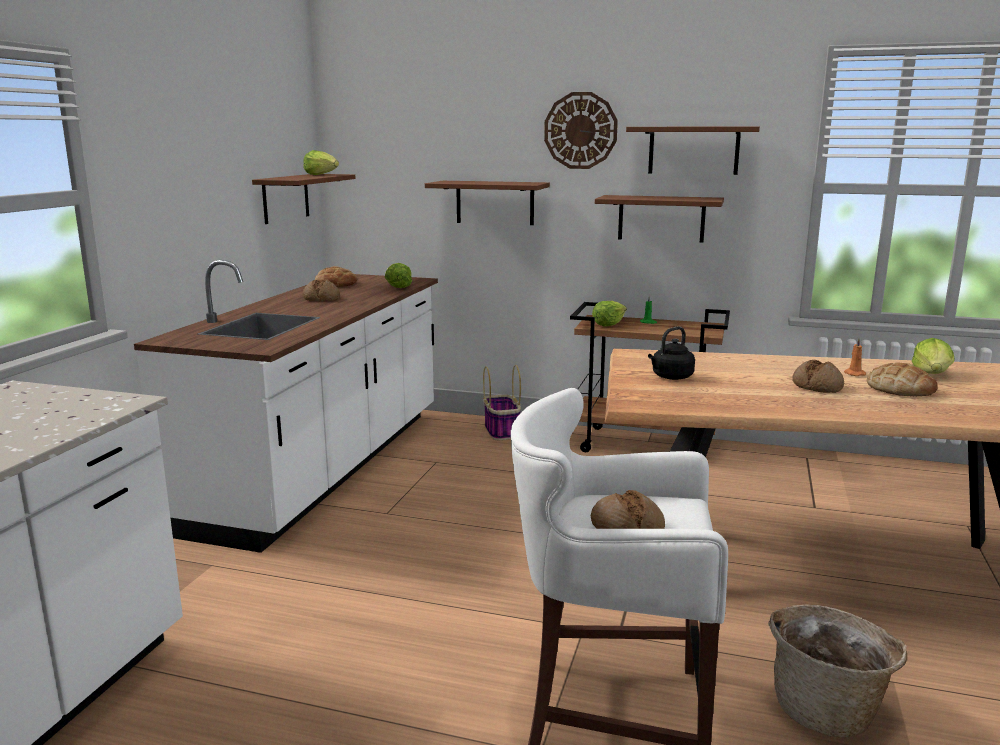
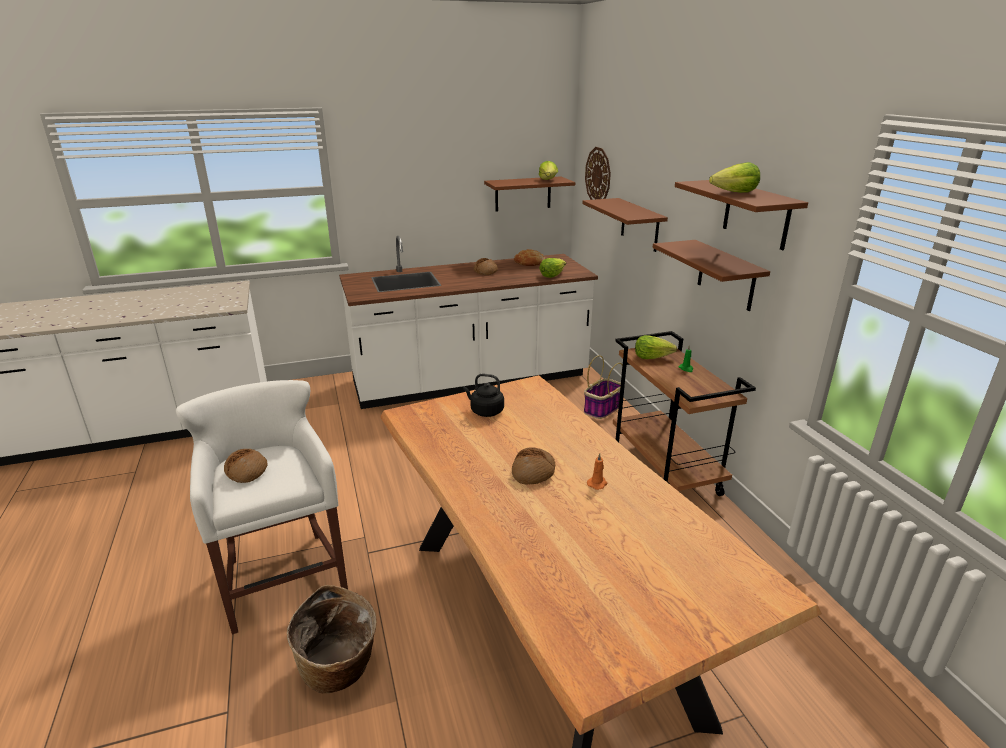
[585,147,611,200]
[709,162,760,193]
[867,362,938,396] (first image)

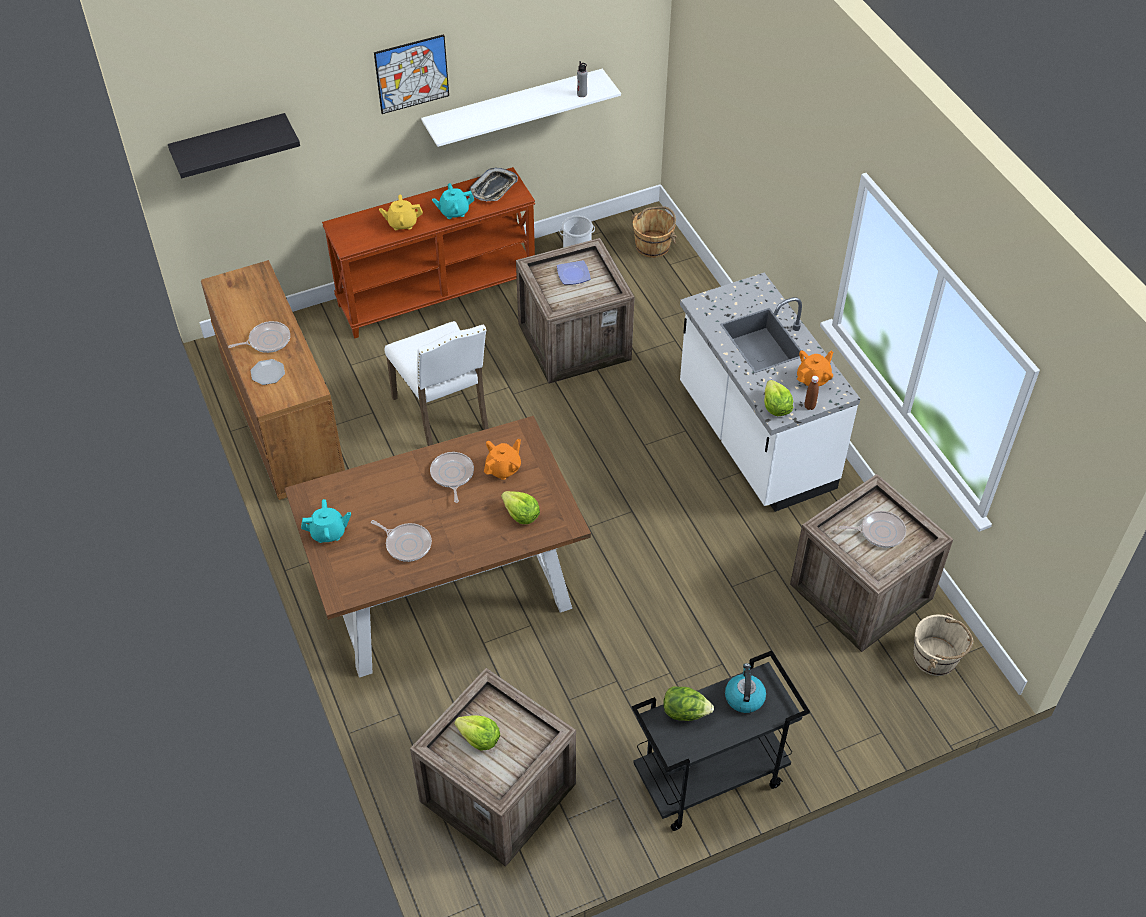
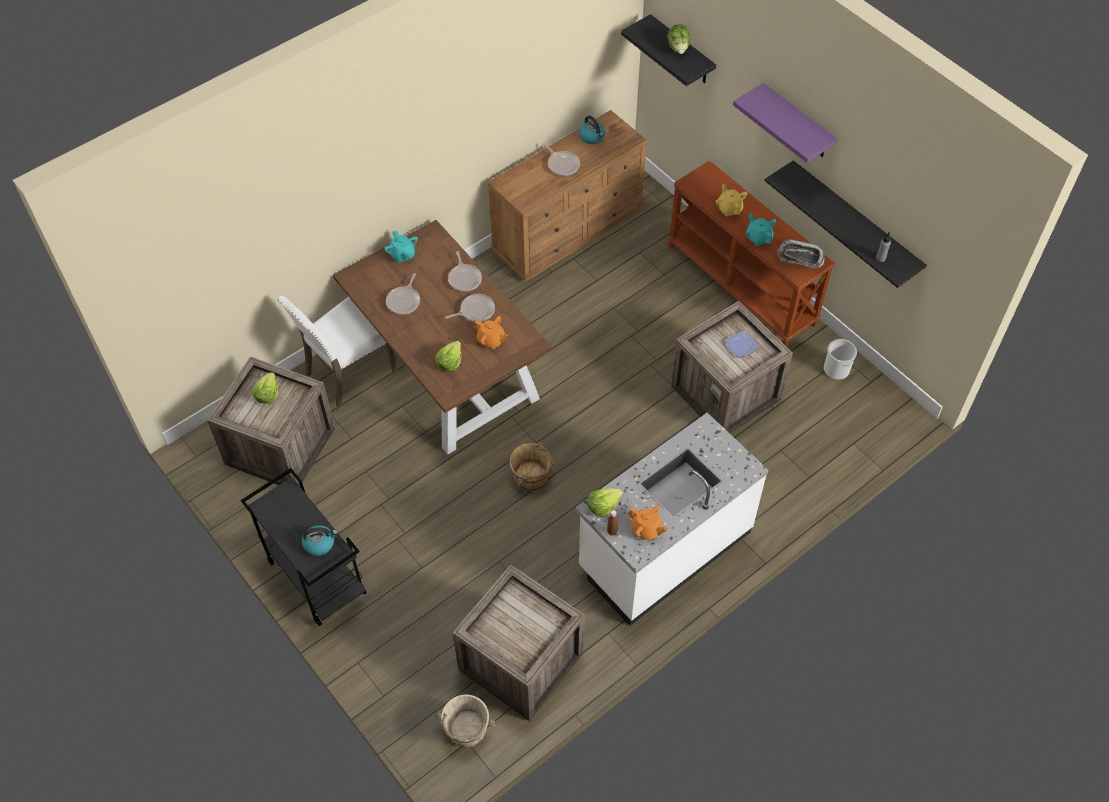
[277,296,397,407]
[448,251,482,292]
[510,442,554,491]
[579,115,605,144]
[667,24,691,54]
[733,83,838,163]
[764,160,927,288]
[251,359,285,385] (first image)

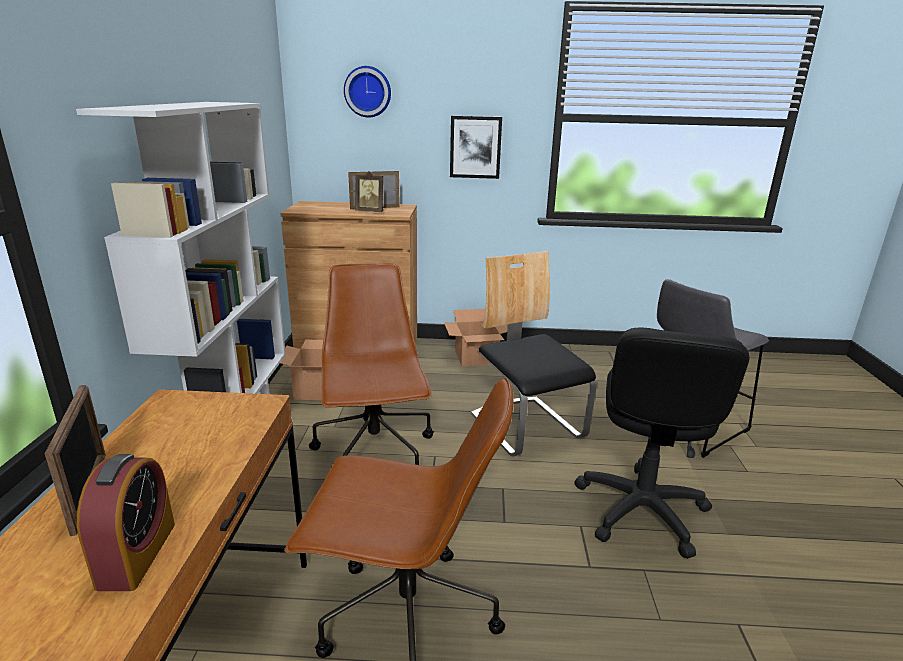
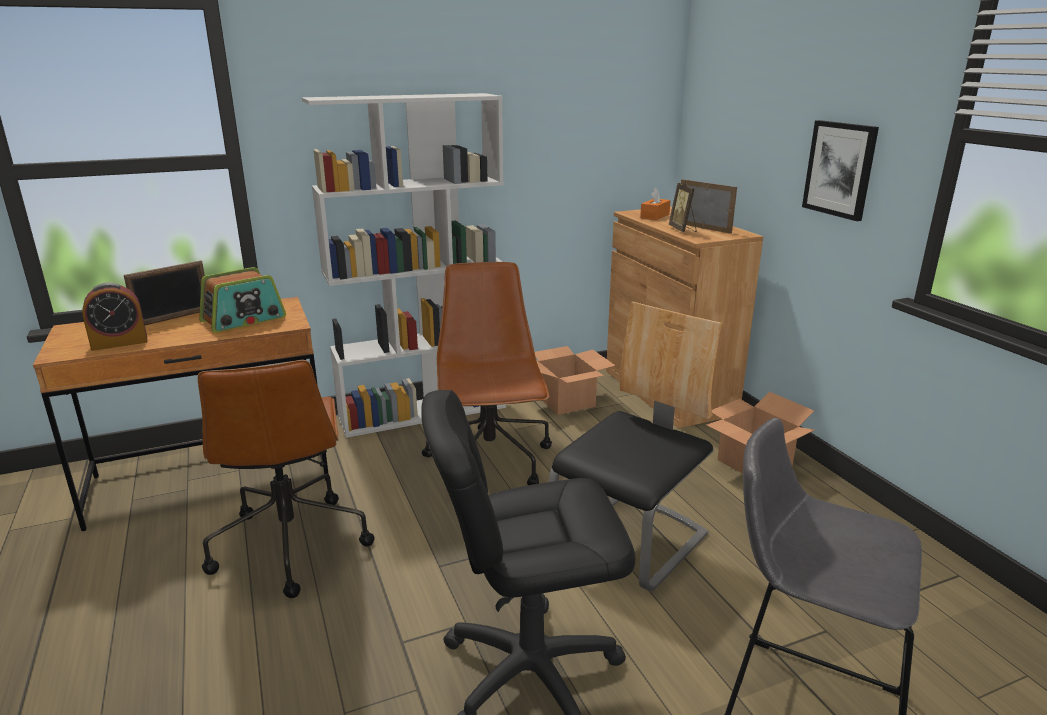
[199,267,286,333]
[422,262,552,485]
[640,188,671,220]
[344,66,391,118] (first image)

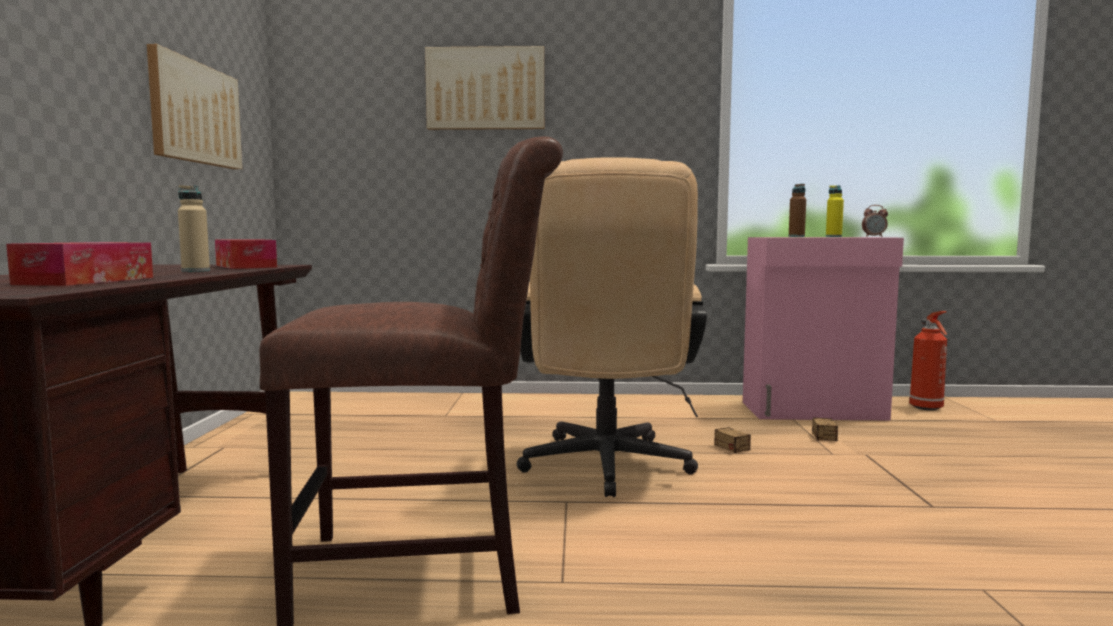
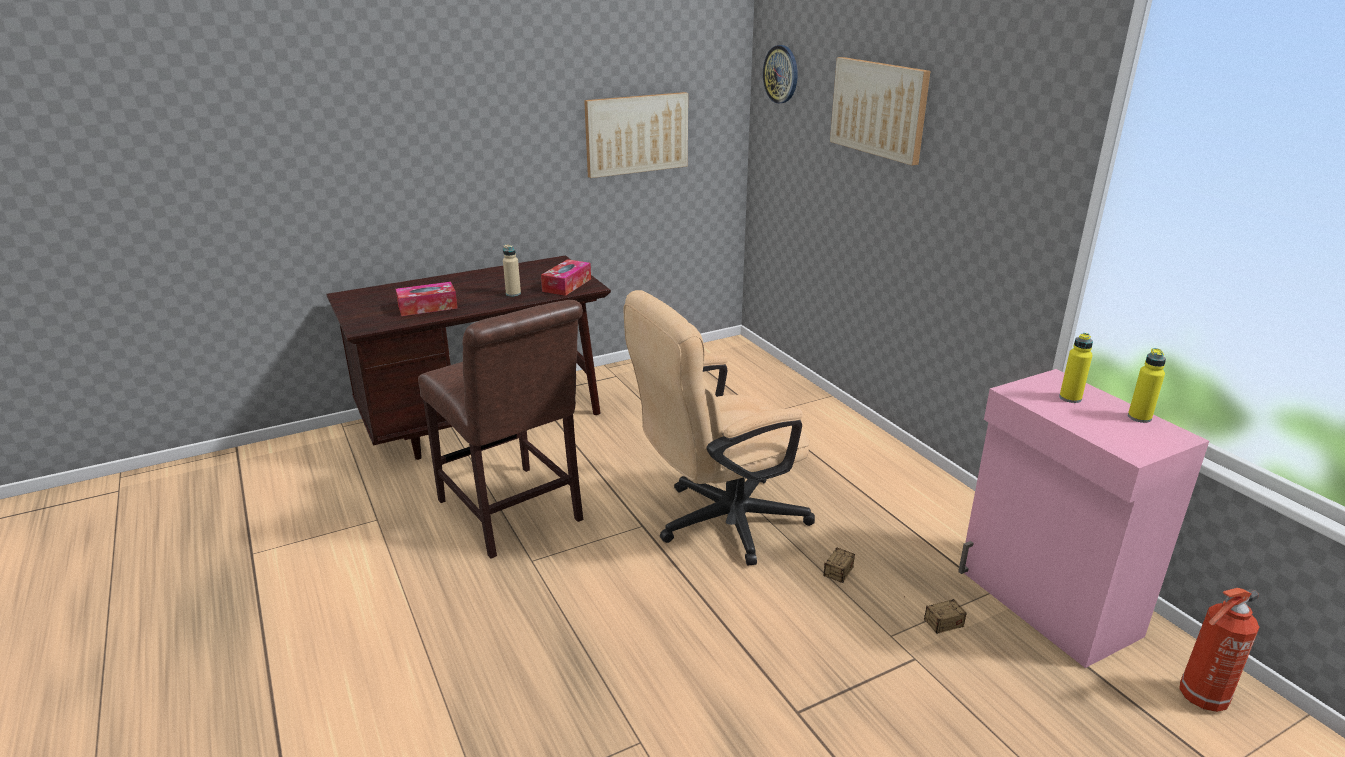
[763,45,798,104]
[1059,333,1093,403]
[862,205,888,237] (first image)

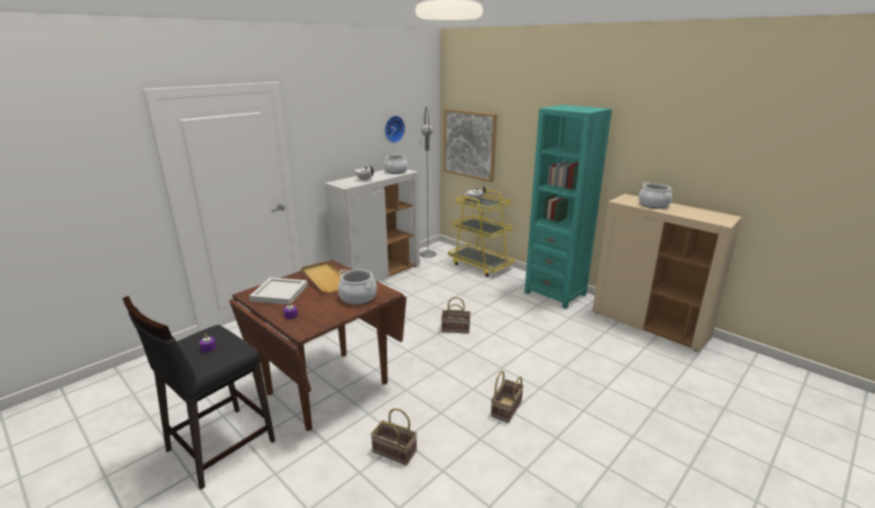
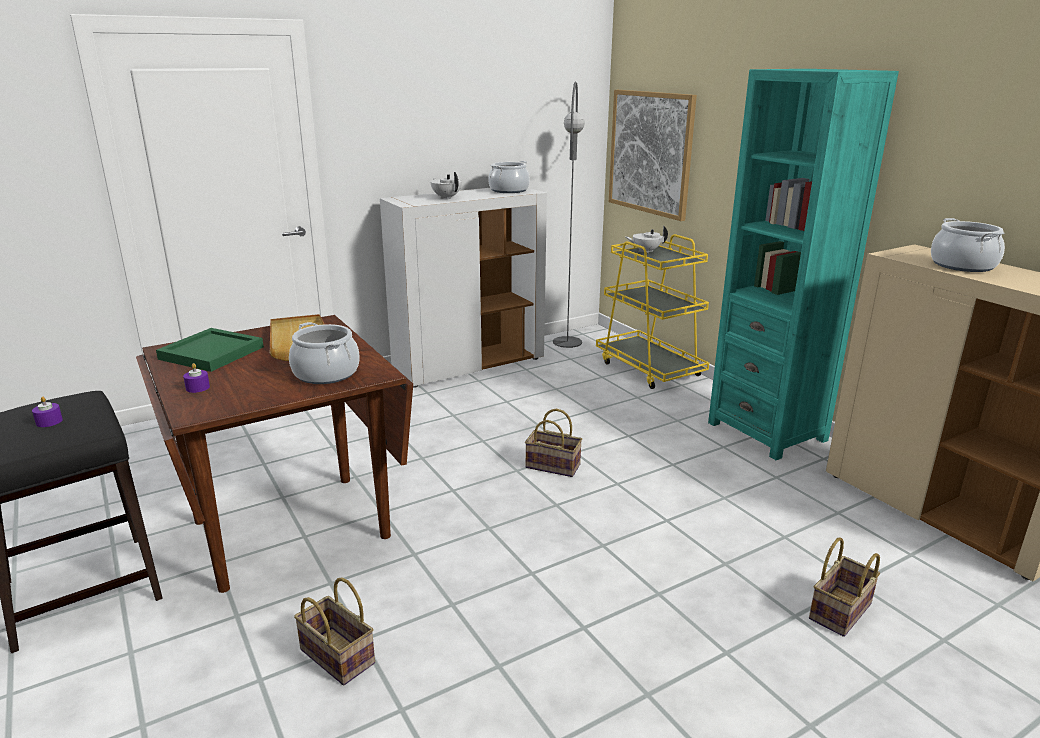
[156,328,264,372]
[809,537,880,637]
[385,116,405,143] (first image)

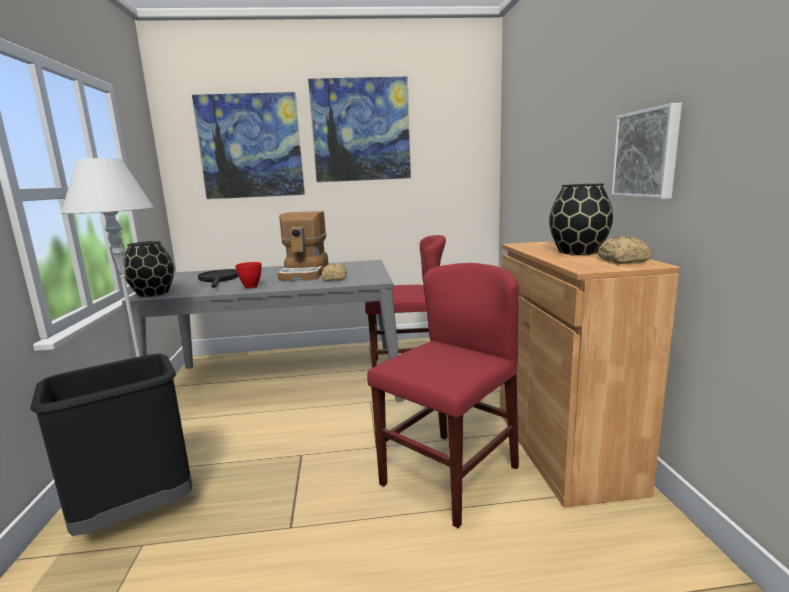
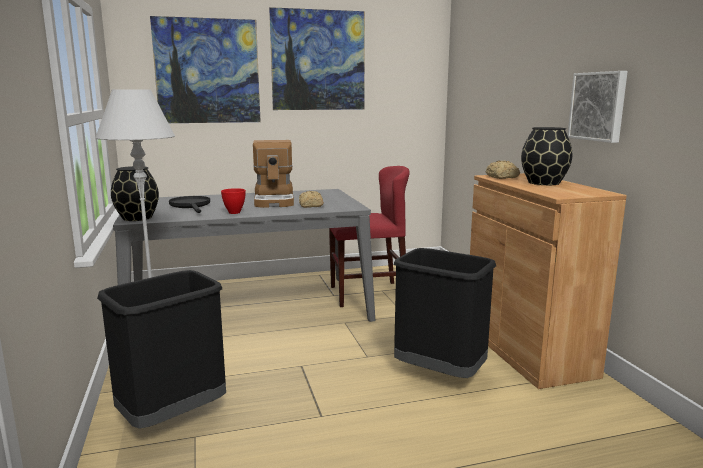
[394,248,496,378]
[486,160,520,179]

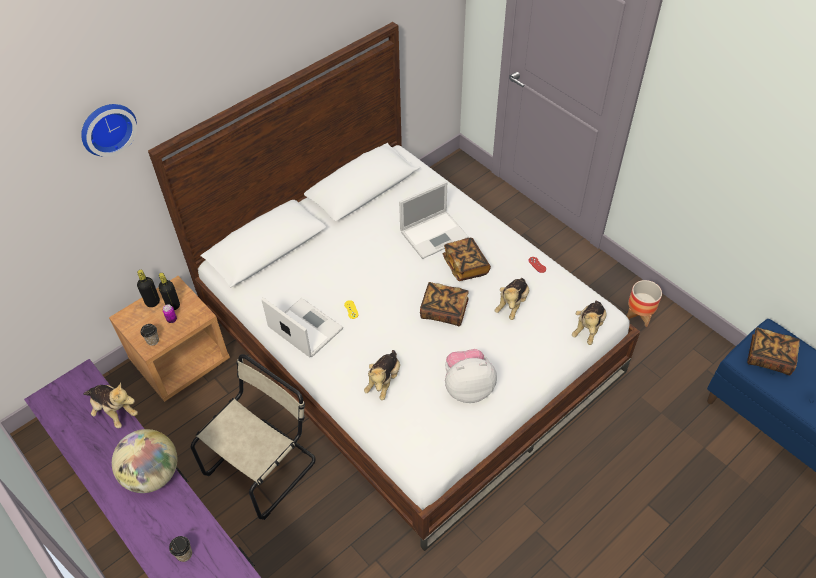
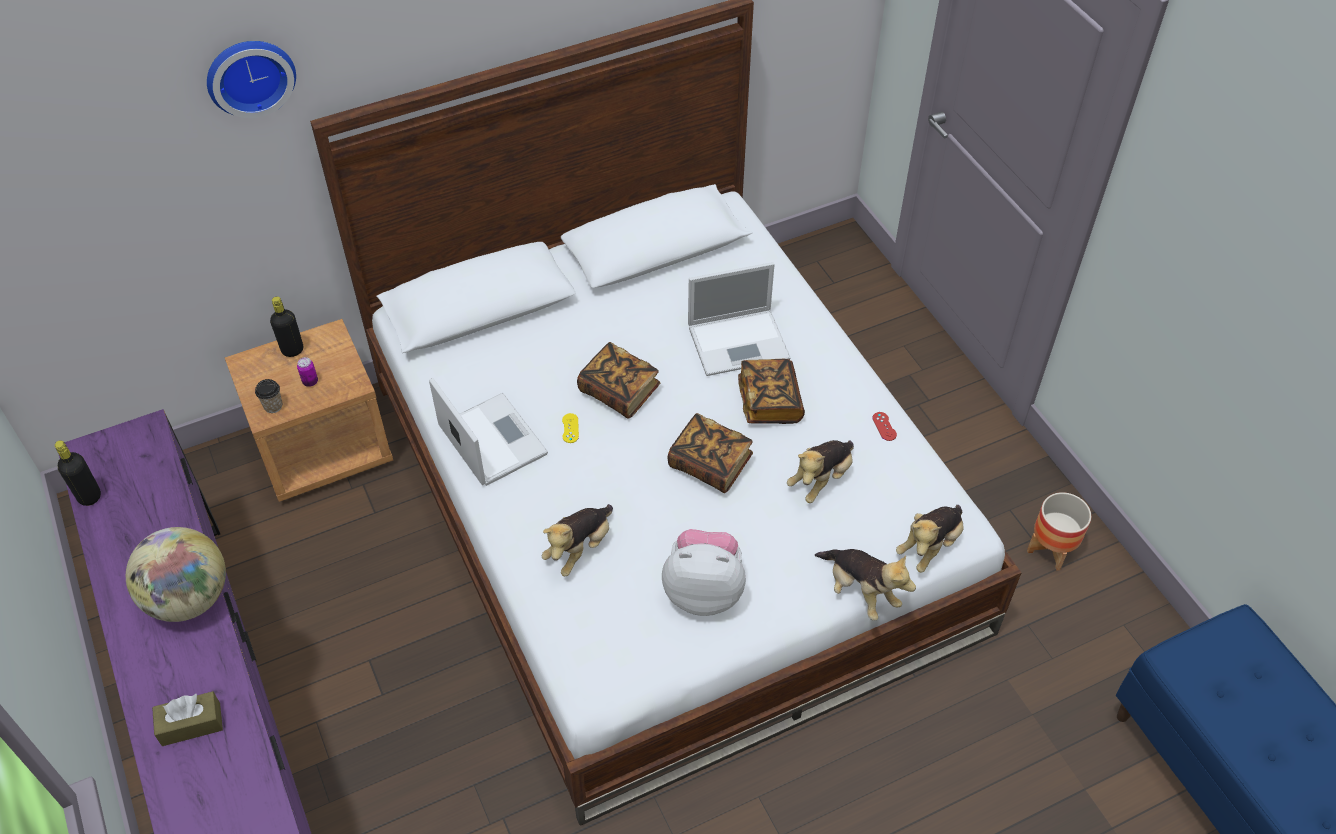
[55,440,101,506]
[152,691,223,746]
[577,342,660,419]
[815,549,916,620]
[191,354,316,520] (first image)

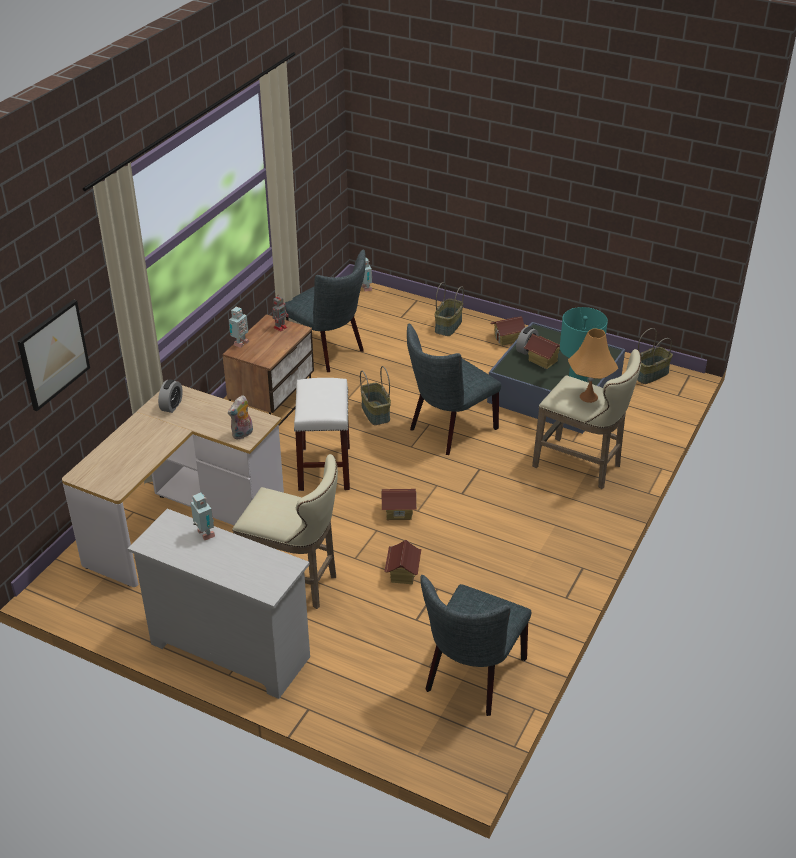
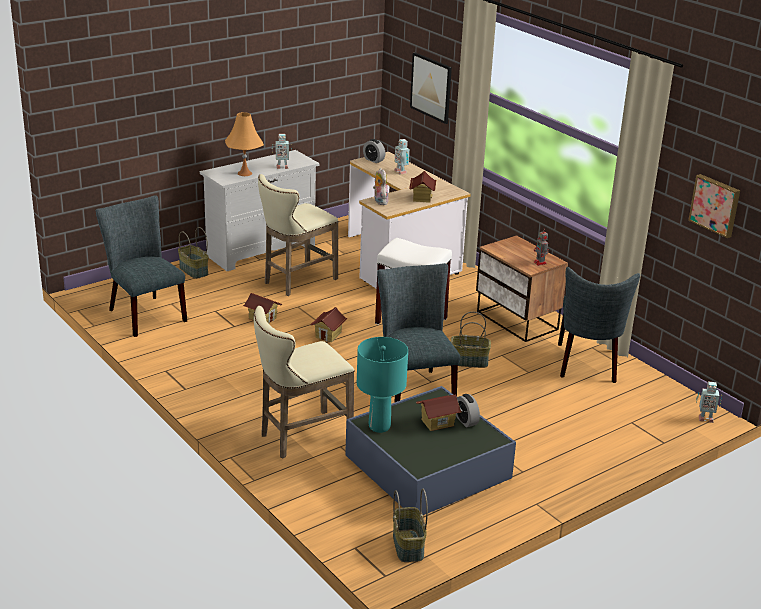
[178,227,208,279]
[225,112,264,176]
[363,139,385,163]
[394,139,410,175]
[409,171,436,203]
[558,267,640,383]
[688,174,740,238]

